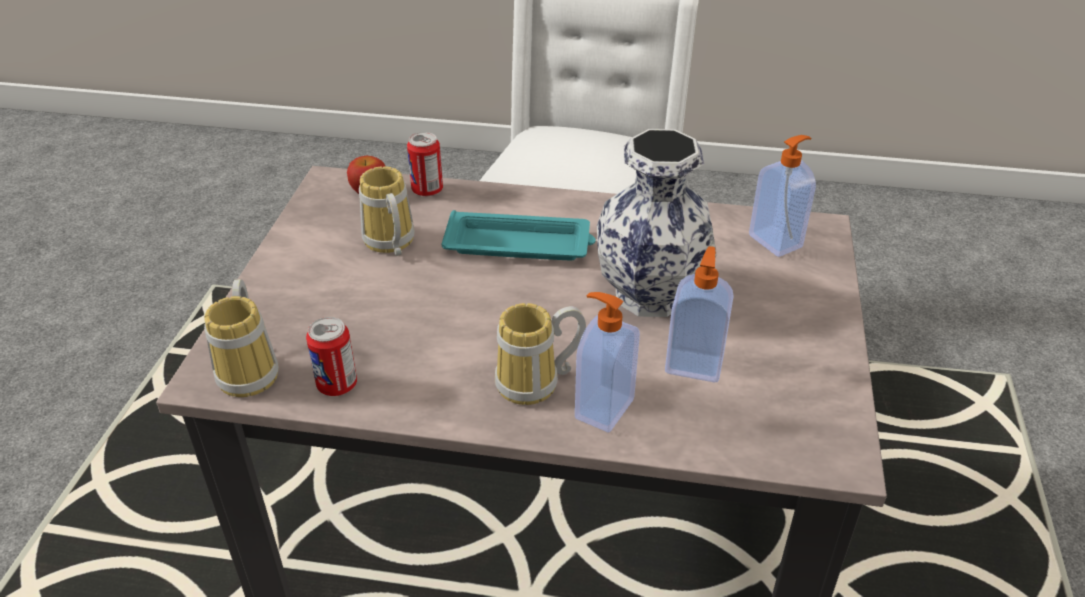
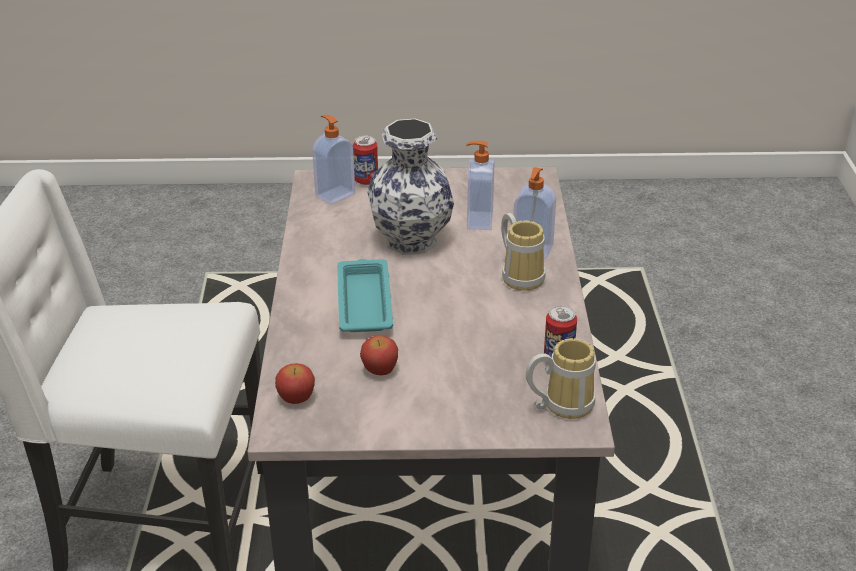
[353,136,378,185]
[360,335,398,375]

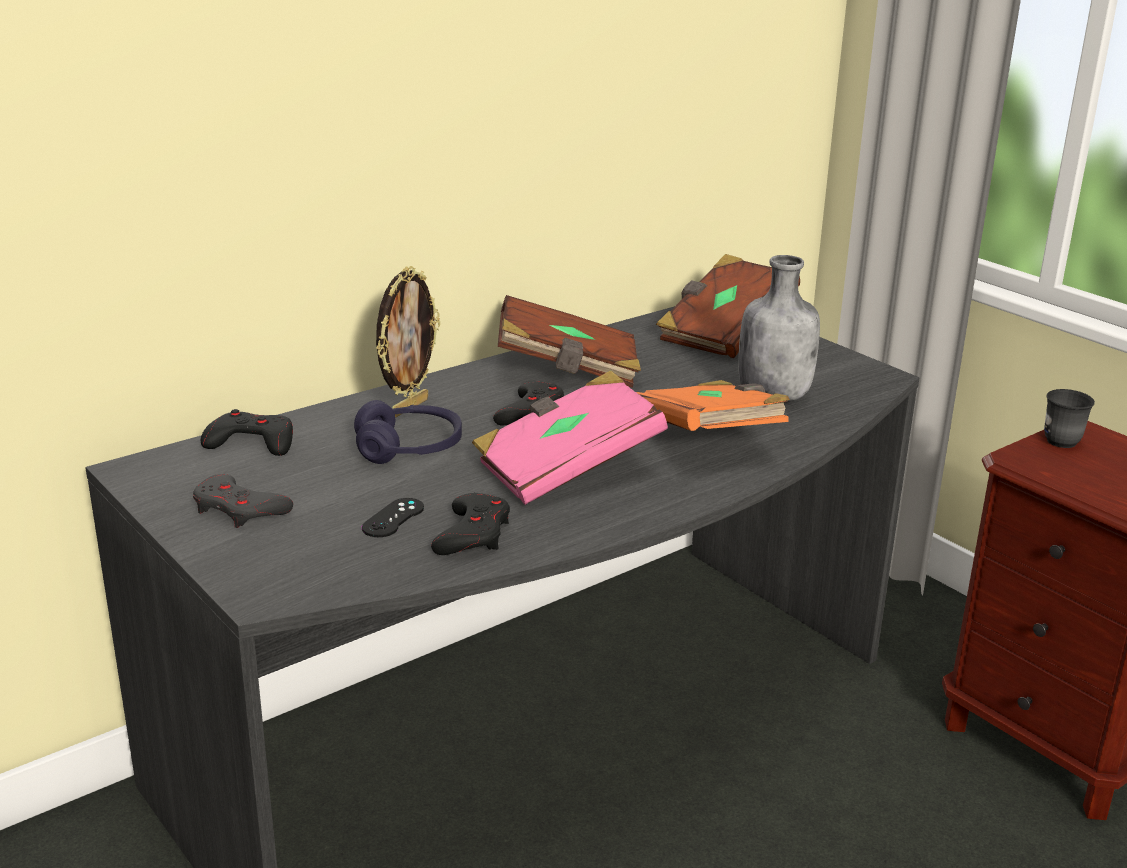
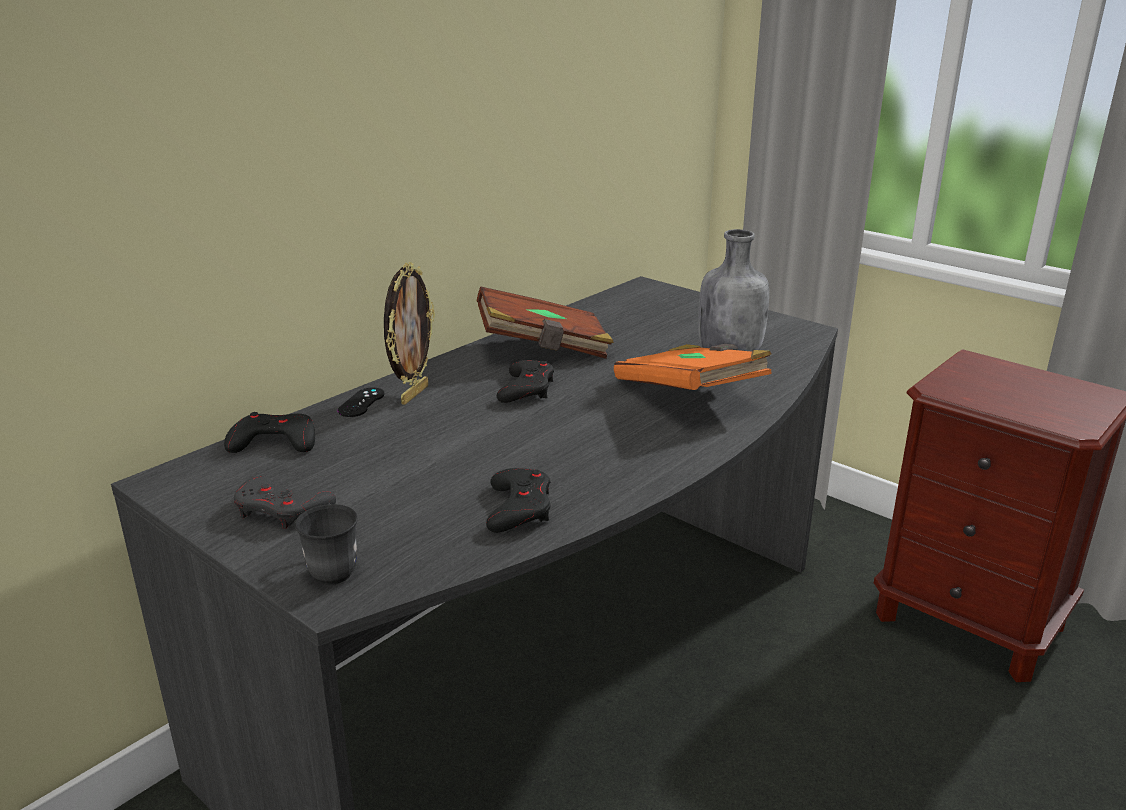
[295,504,358,585]
[338,388,384,417]
[354,400,462,464] (first image)
[472,370,668,505] (first image)
[656,254,800,358] (first image)

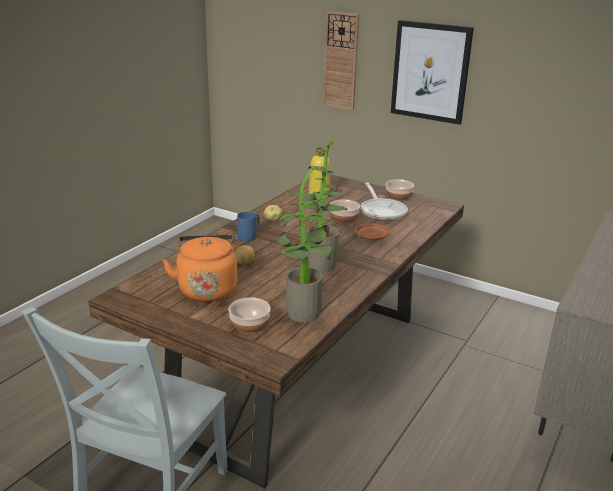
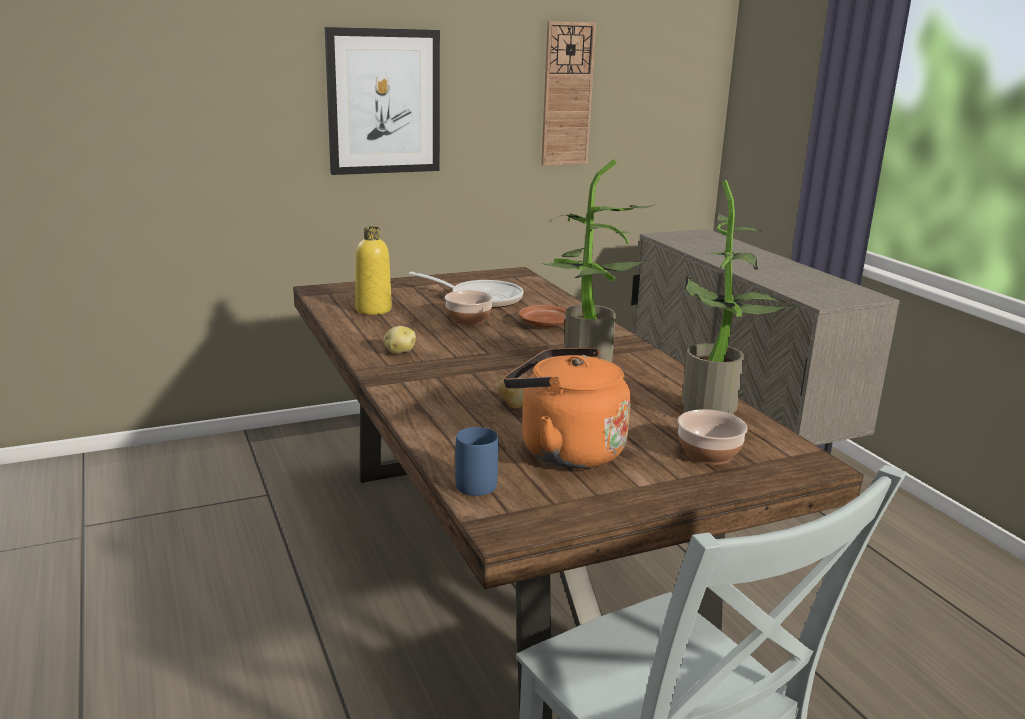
[455,427,498,496]
[541,21,596,166]
[386,179,414,201] (first image)

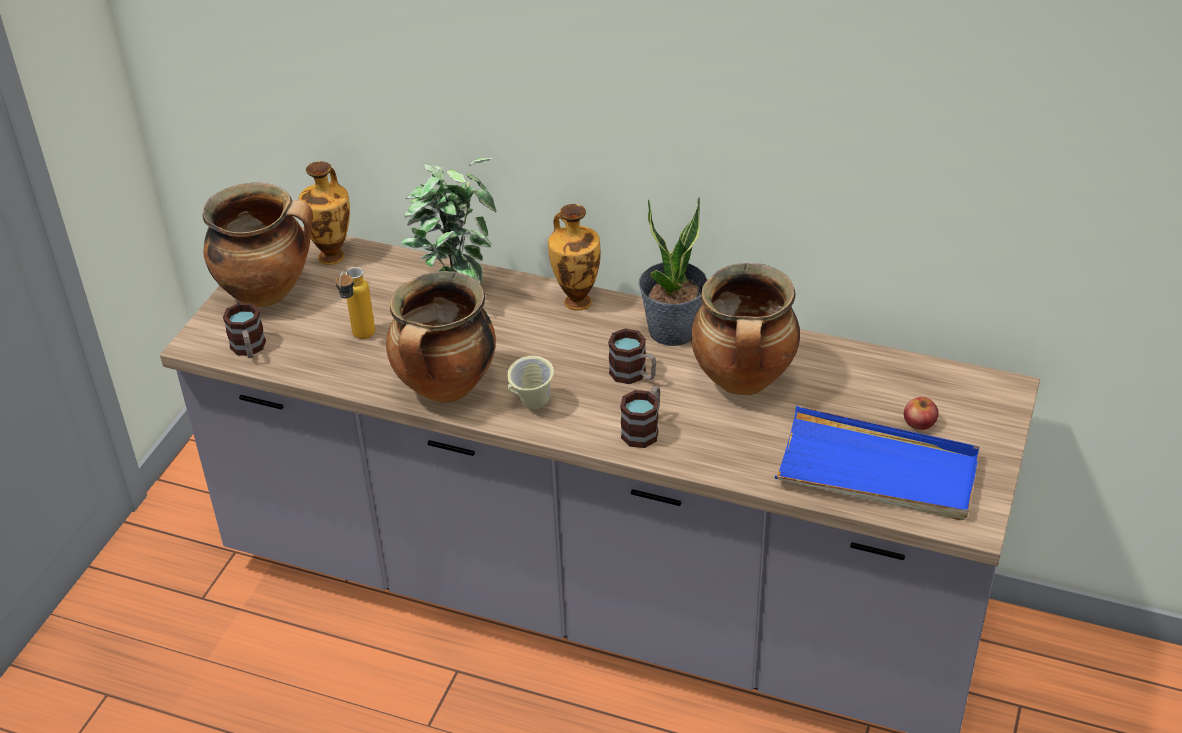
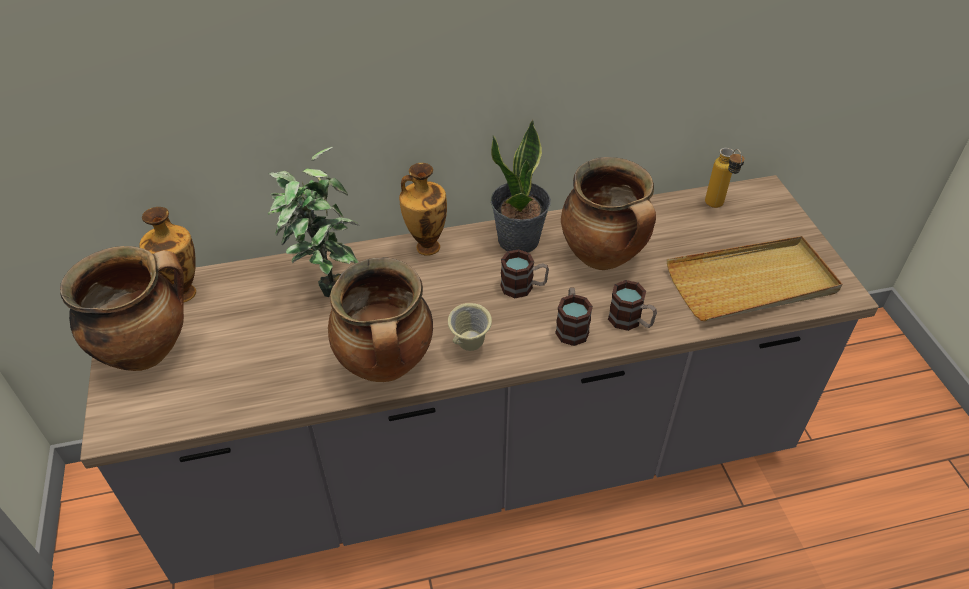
[608,280,657,331]
[667,236,842,321]
[705,148,745,208]
[904,397,939,430] (first image)

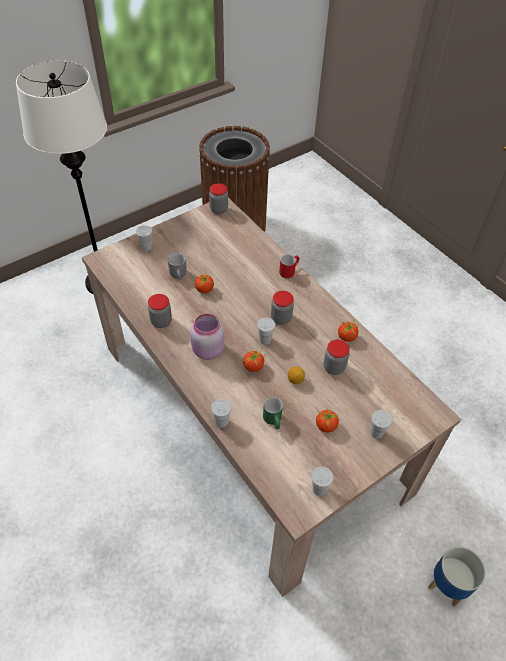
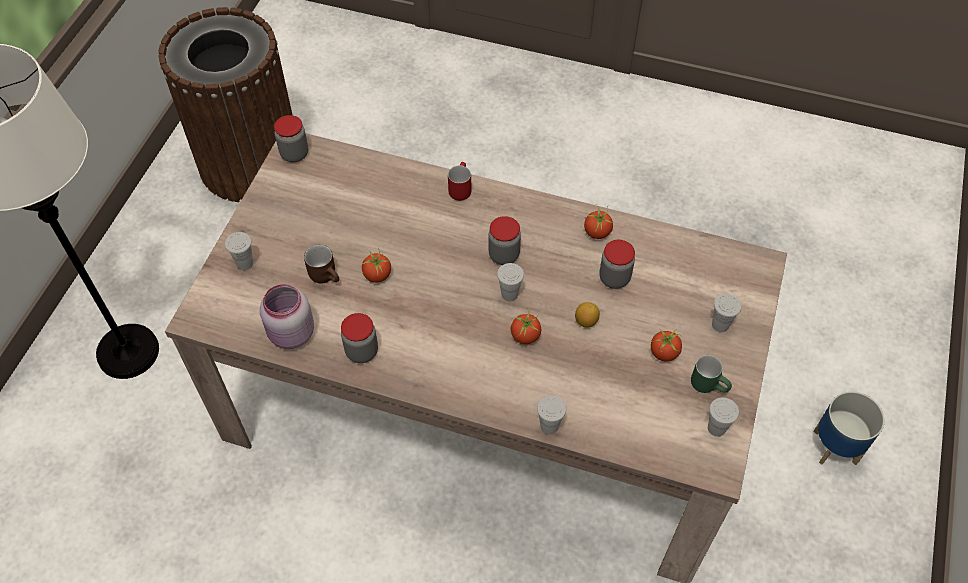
[260,284,314,349]
[304,245,339,284]
[691,355,732,393]

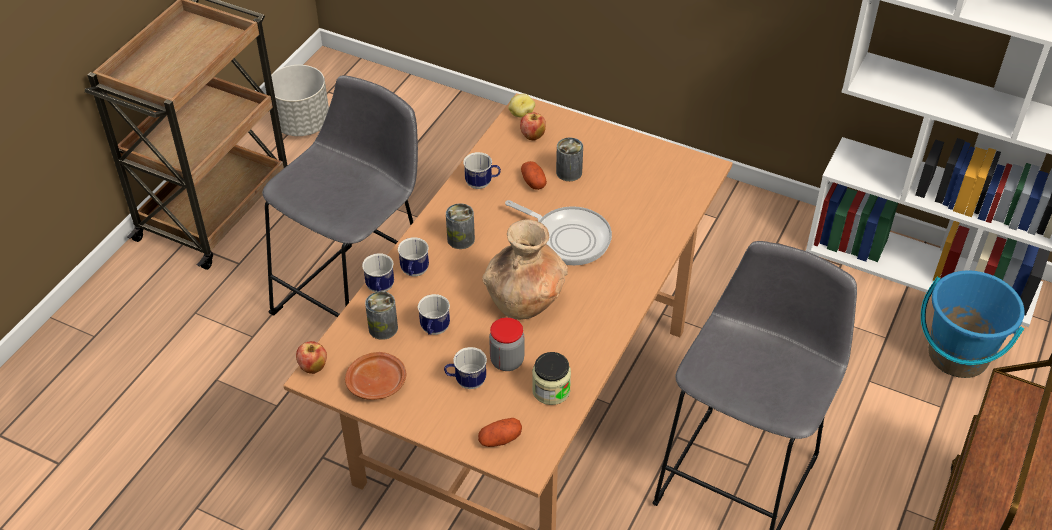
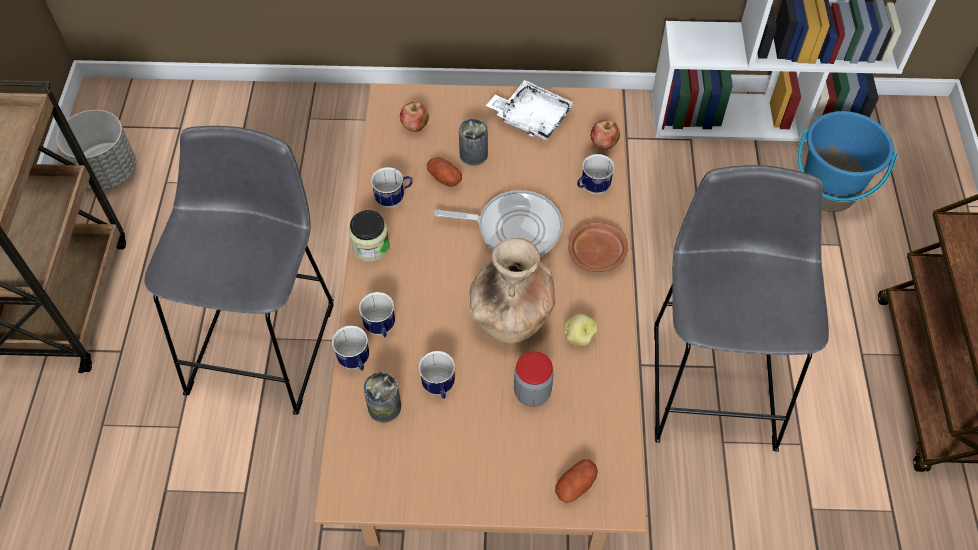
[349,210,390,262]
[486,80,574,140]
[563,314,598,346]
[568,222,628,272]
[577,154,615,194]
[591,120,620,150]
[446,203,475,249] (first image)

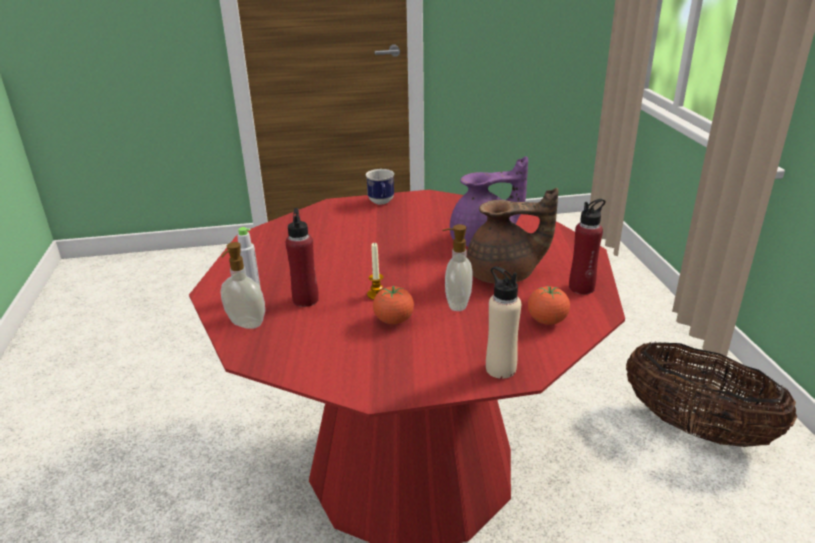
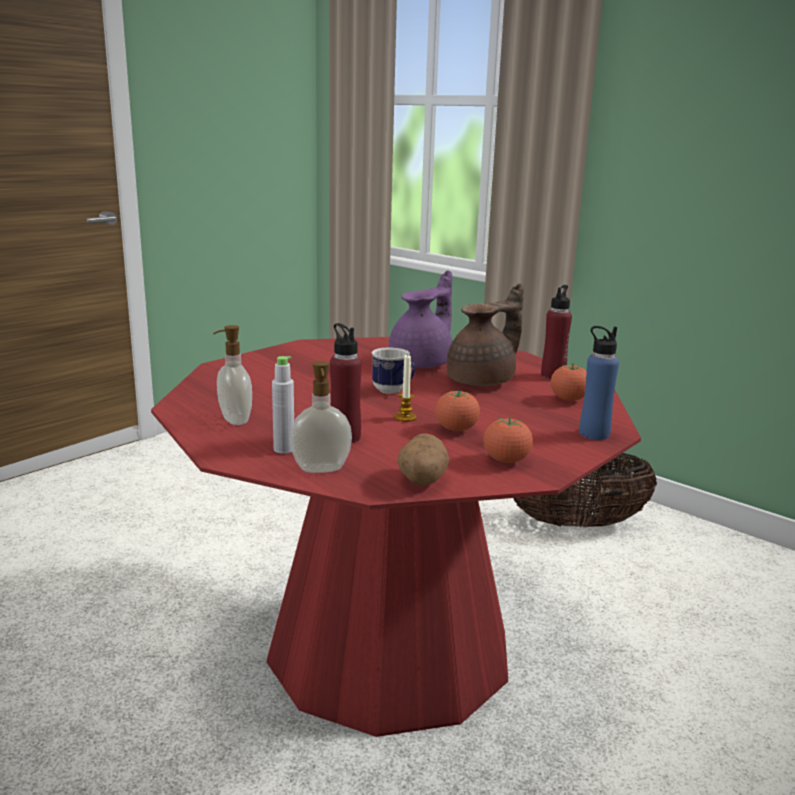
[213,325,252,425]
[372,347,415,394]
[397,434,450,486]
[483,417,533,463]
[579,326,619,440]

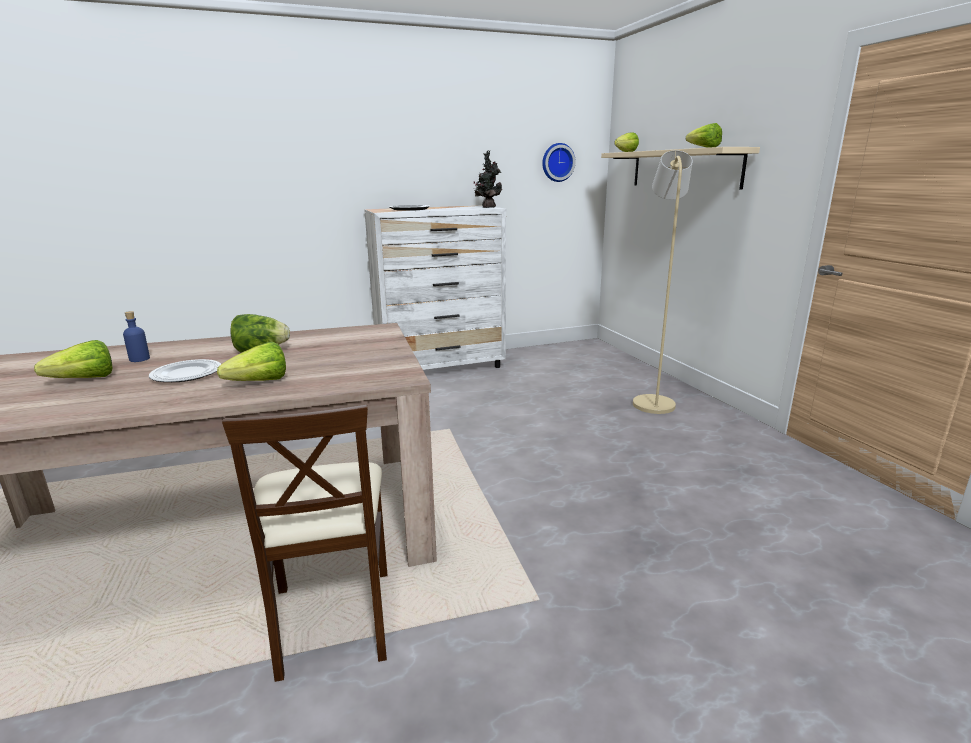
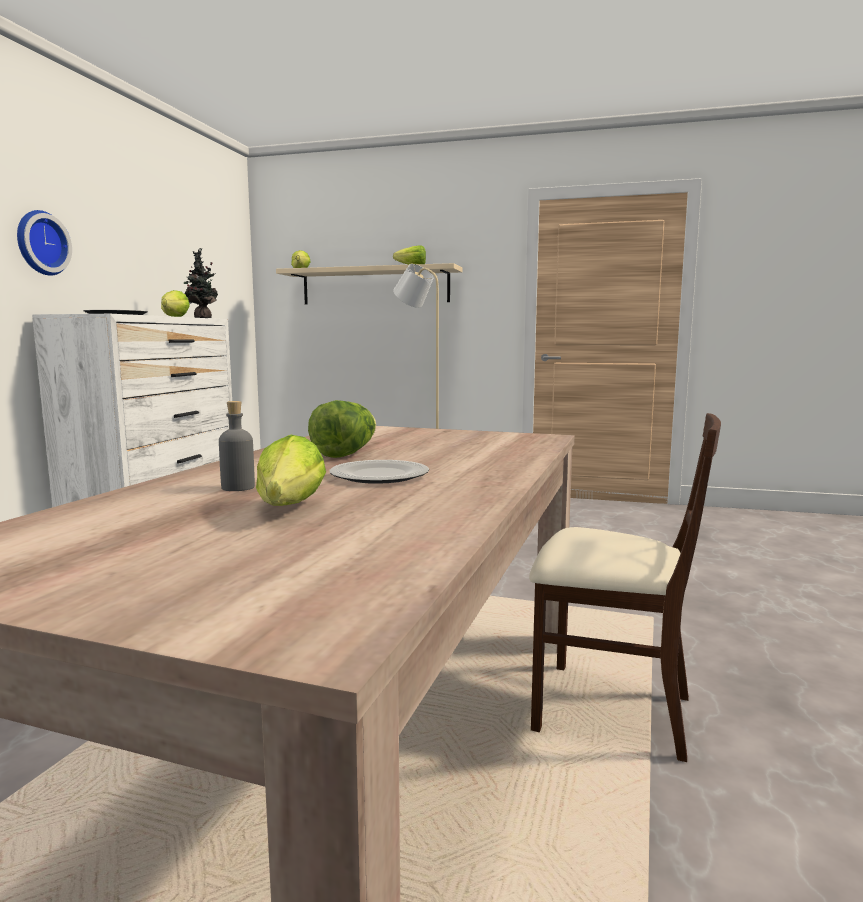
[17,210,72,276]
[161,290,190,317]
[219,401,255,491]

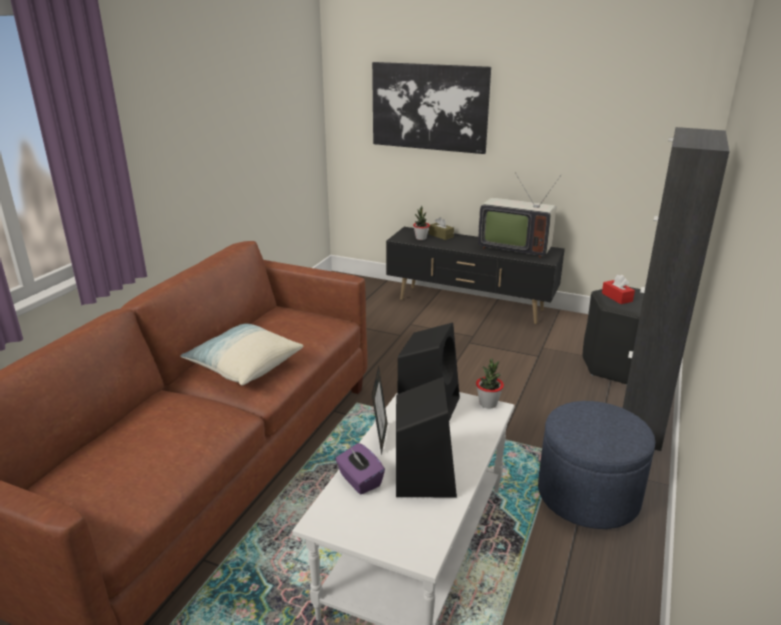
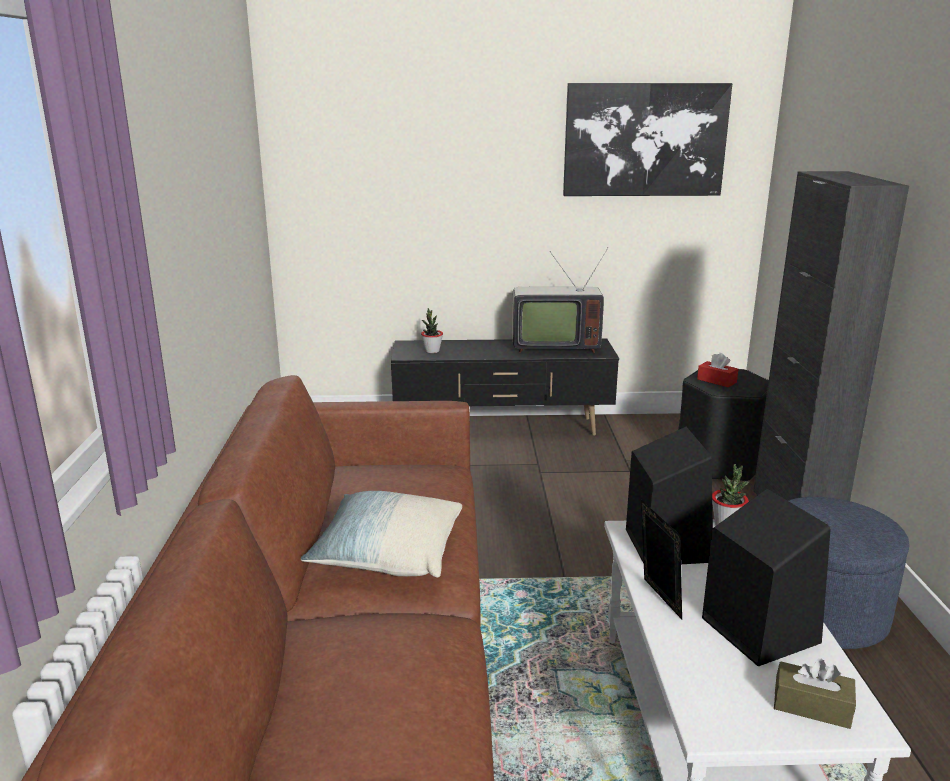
[563,83,732,196]
[774,659,856,729]
[335,443,385,495] (first image)

